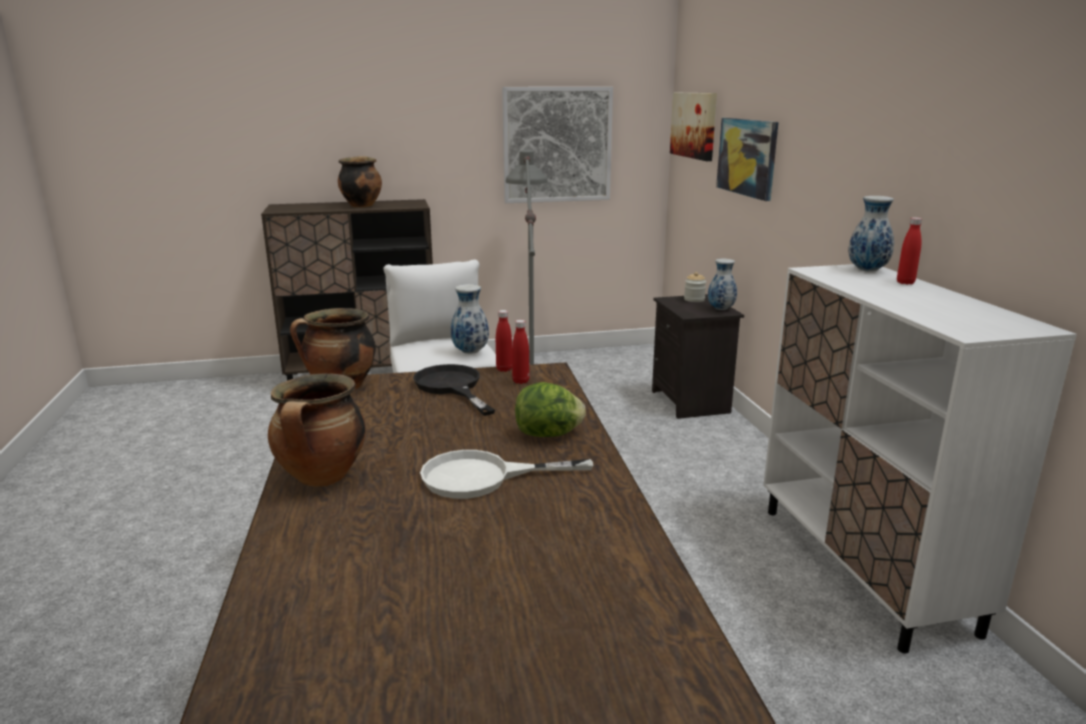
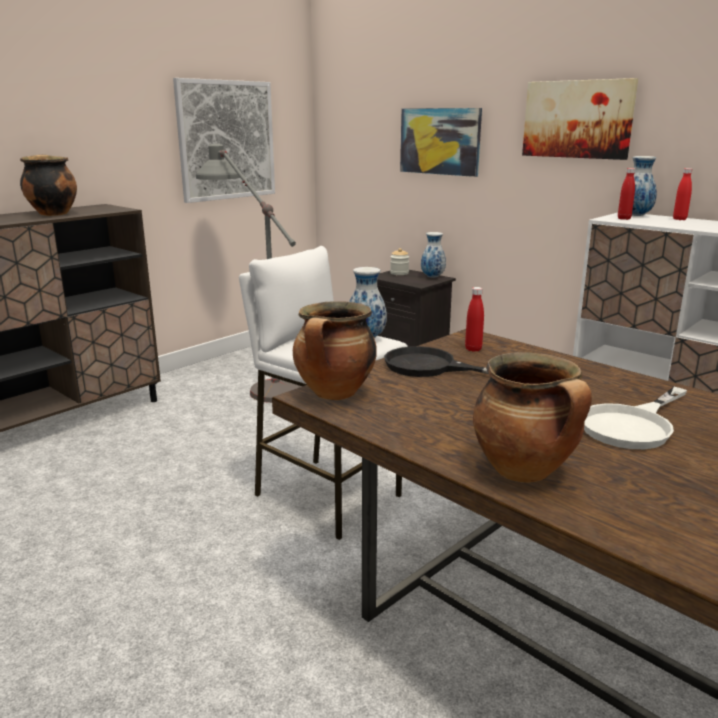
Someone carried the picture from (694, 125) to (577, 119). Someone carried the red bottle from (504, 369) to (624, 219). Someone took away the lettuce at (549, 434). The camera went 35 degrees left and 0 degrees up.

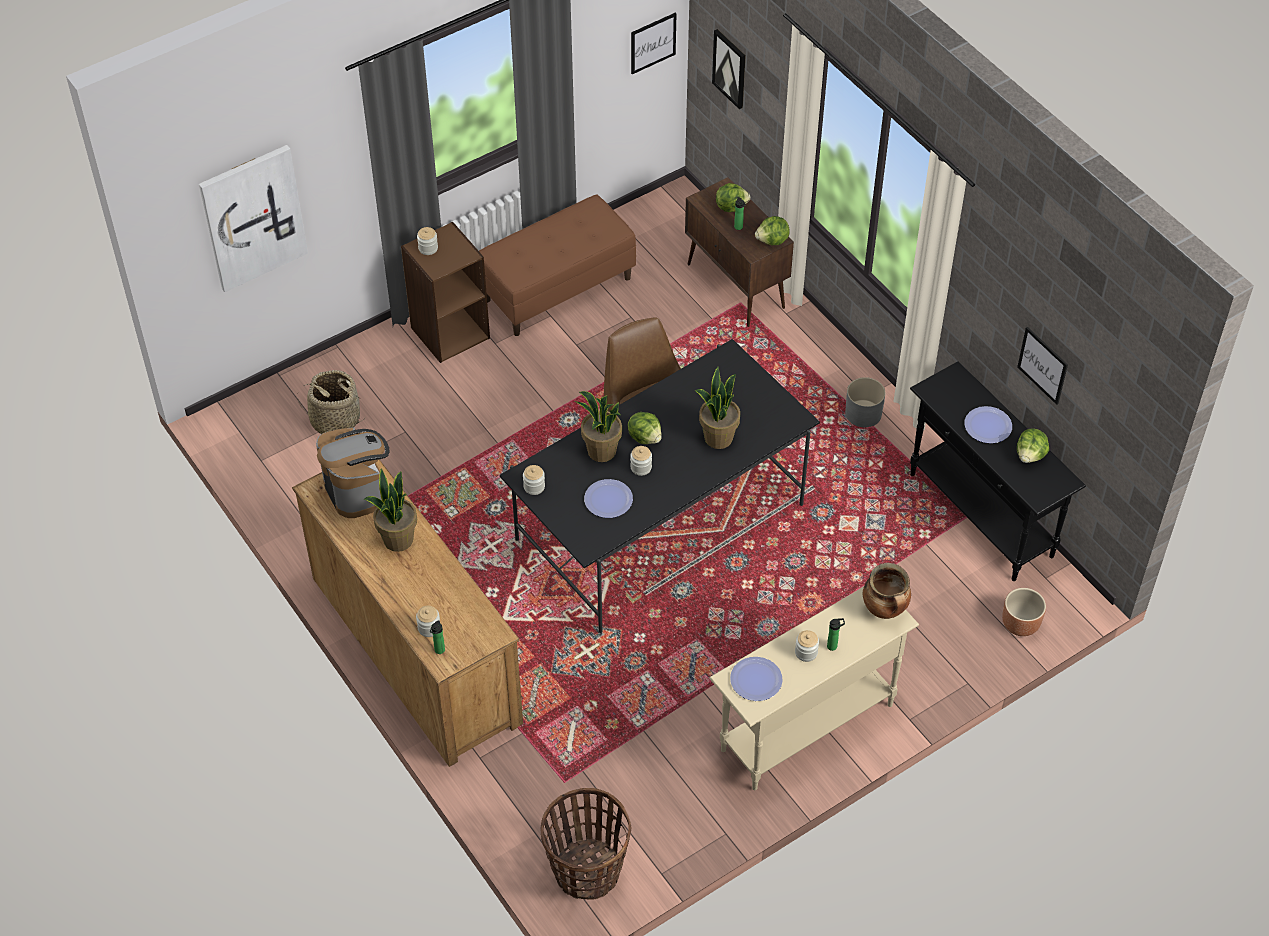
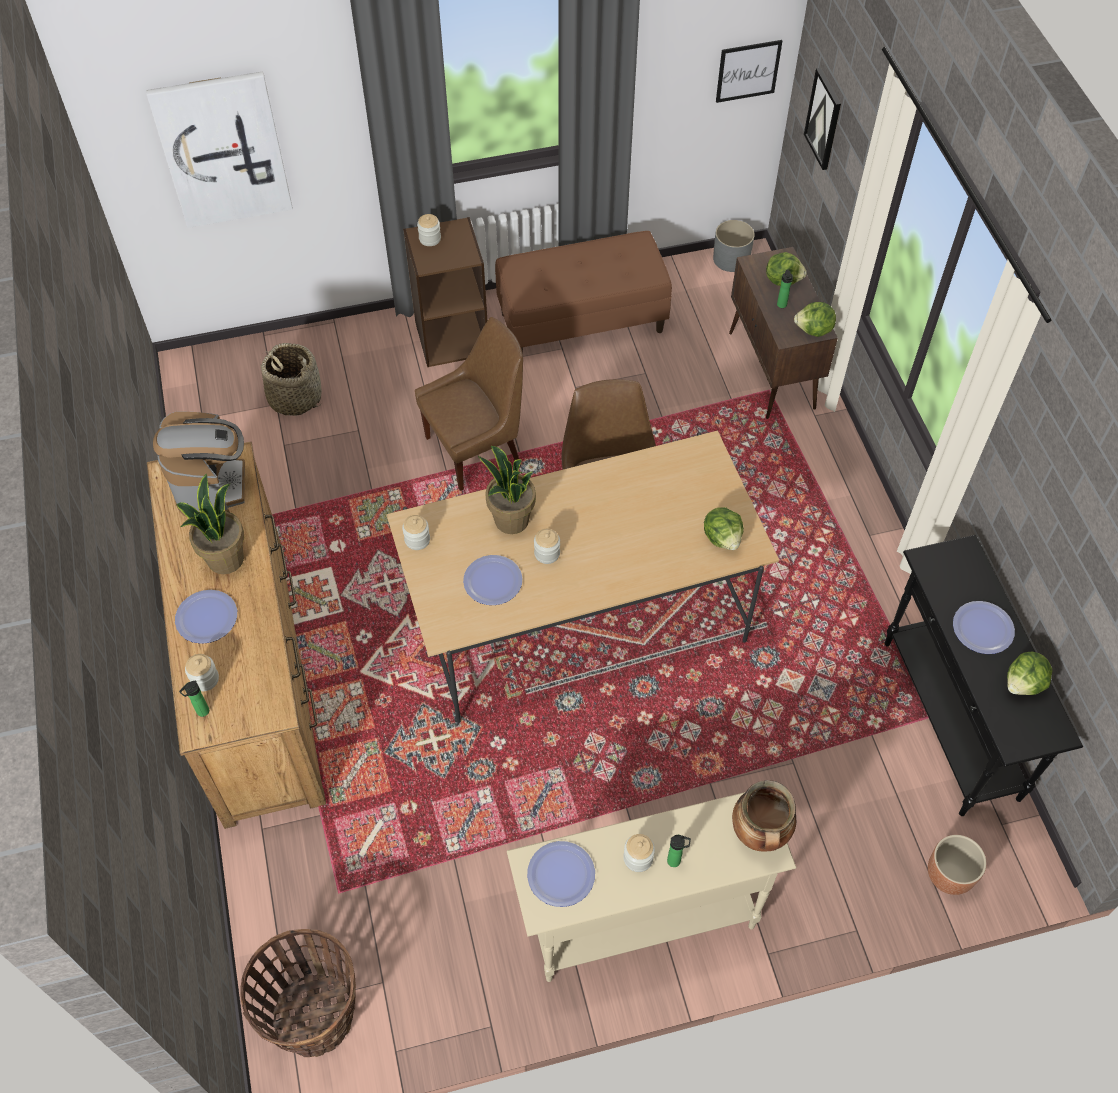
Someone put down the plate at (206, 617). Someone repainted the black dining table at (660, 522), which became the beige dining table at (578, 612). Someone put down the brown chair at (476, 449). Someone carried the lettuce from (645, 437) to (722, 538). Someone carried the grey planter from (863, 414) to (731, 258). Someone took away the potted plant at (718, 437). Someone took away the picture at (1042, 365). The camera went 20 degrees right and 5 degrees up.

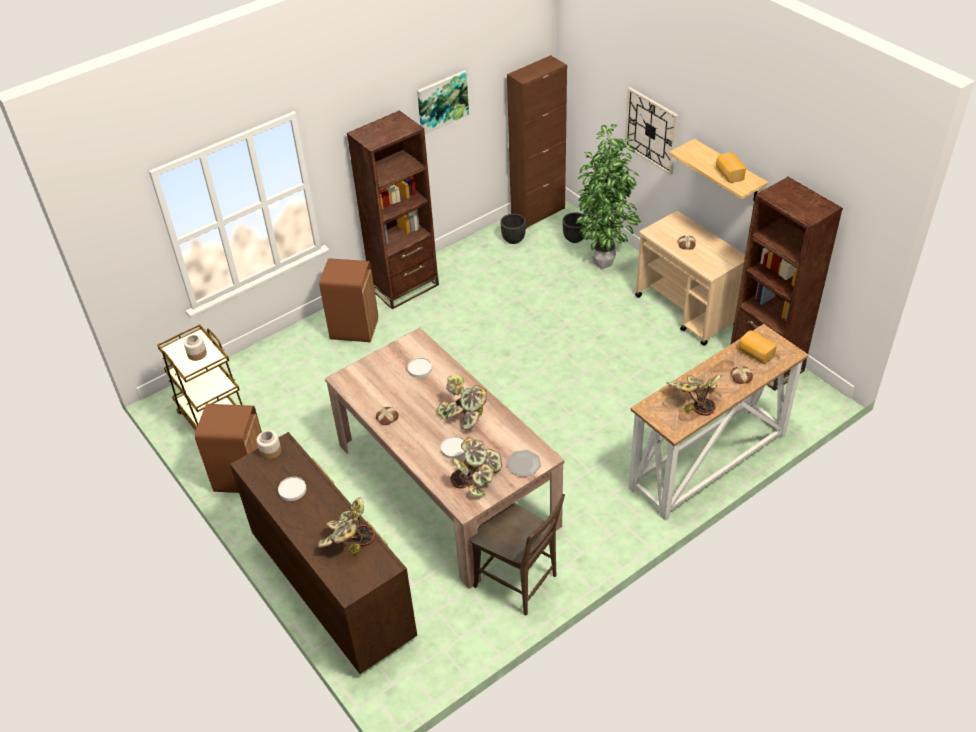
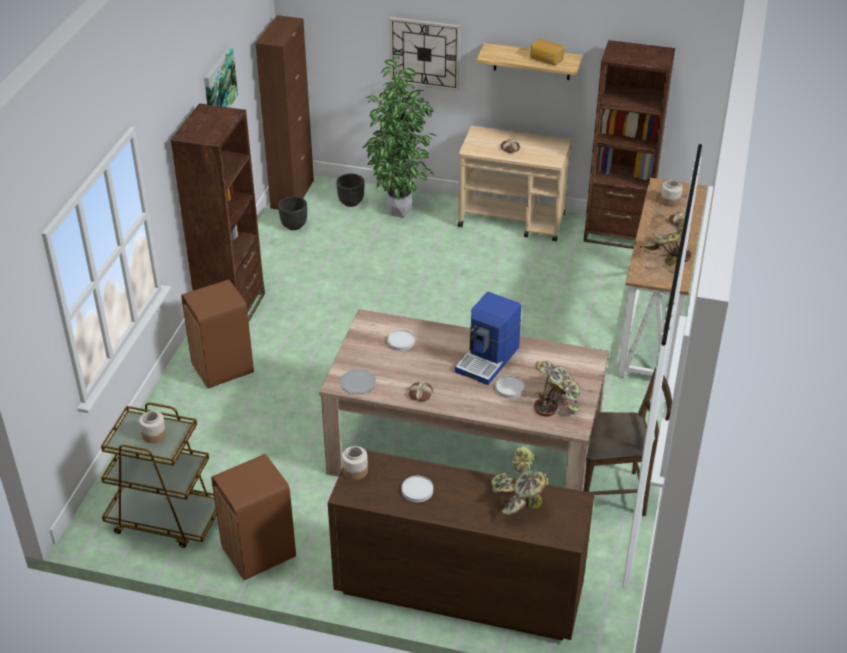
Someone carried the plate from (523, 464) to (358, 382). Someone swapped the potted plant at (465, 416) for the coffee machine at (488, 359). Someone swapped the bread at (755, 354) for the jar at (670, 201). The camera went 40 degrees left and 5 degrees down.

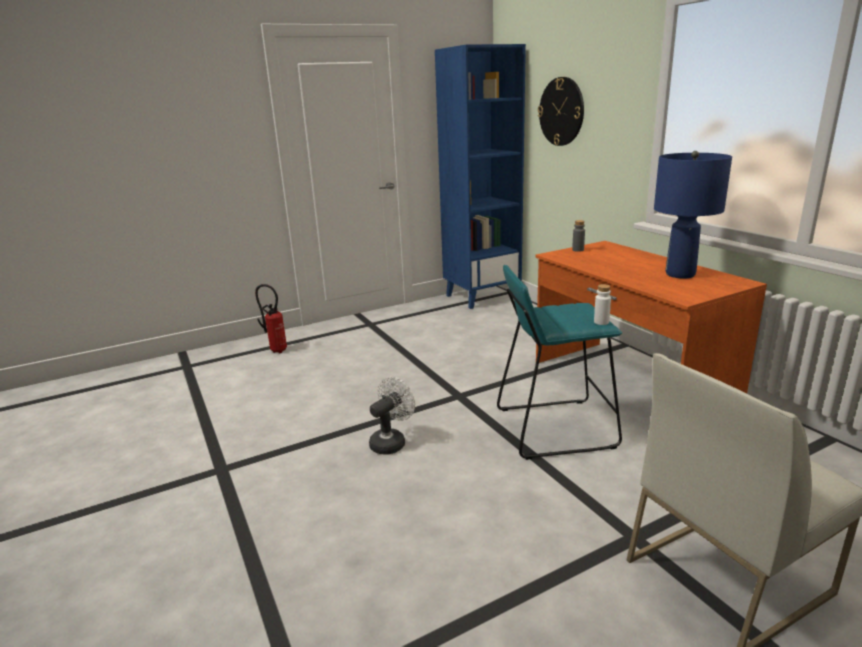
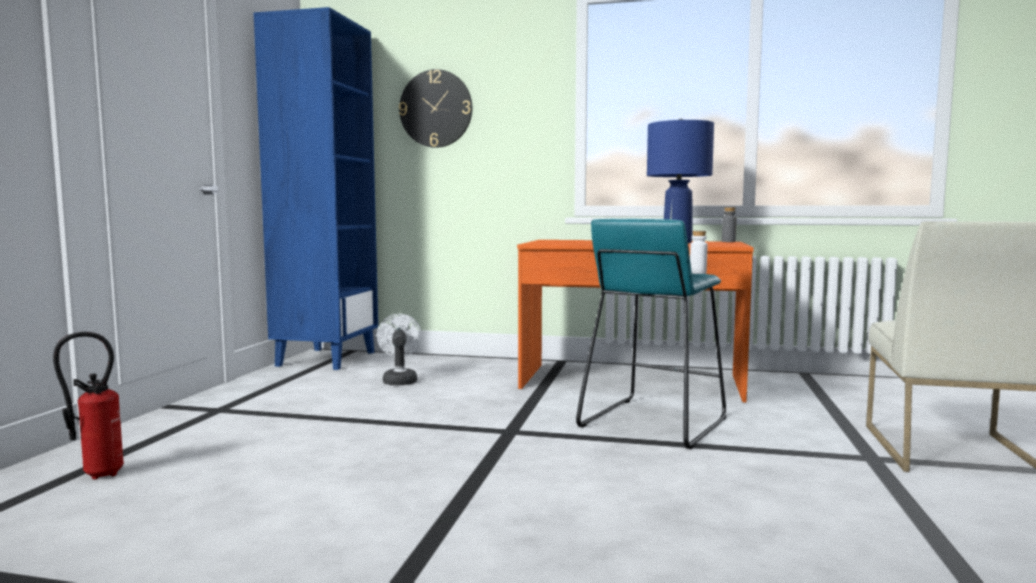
Someone carried the white fan from (391, 442) to (399, 380). Someone carried the grey bottle from (578, 250) to (728, 241). The camera went 50 degrees left and 15 degrees down.

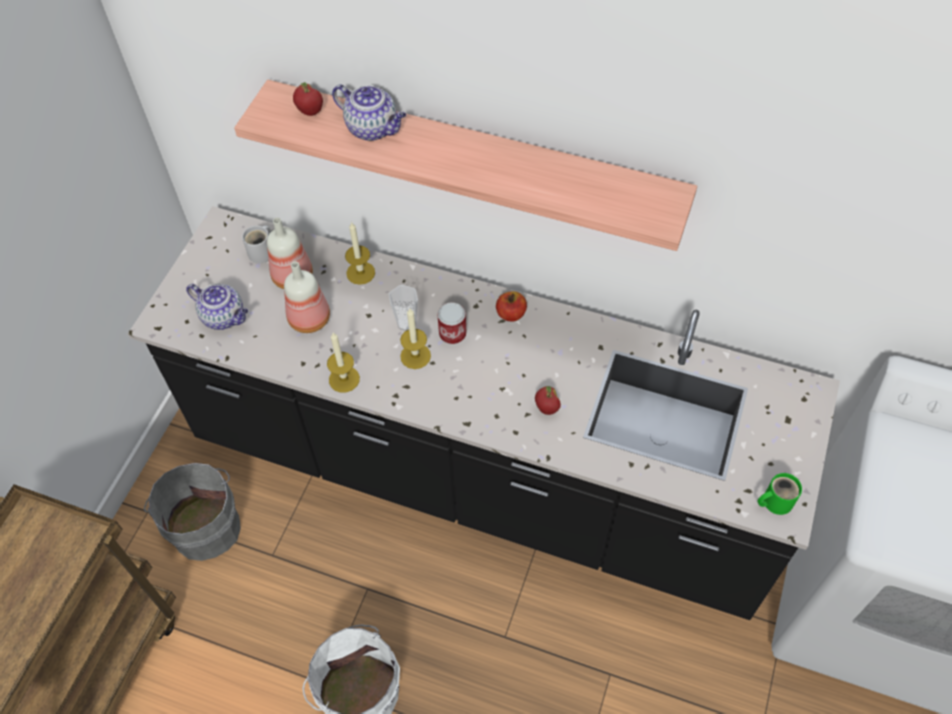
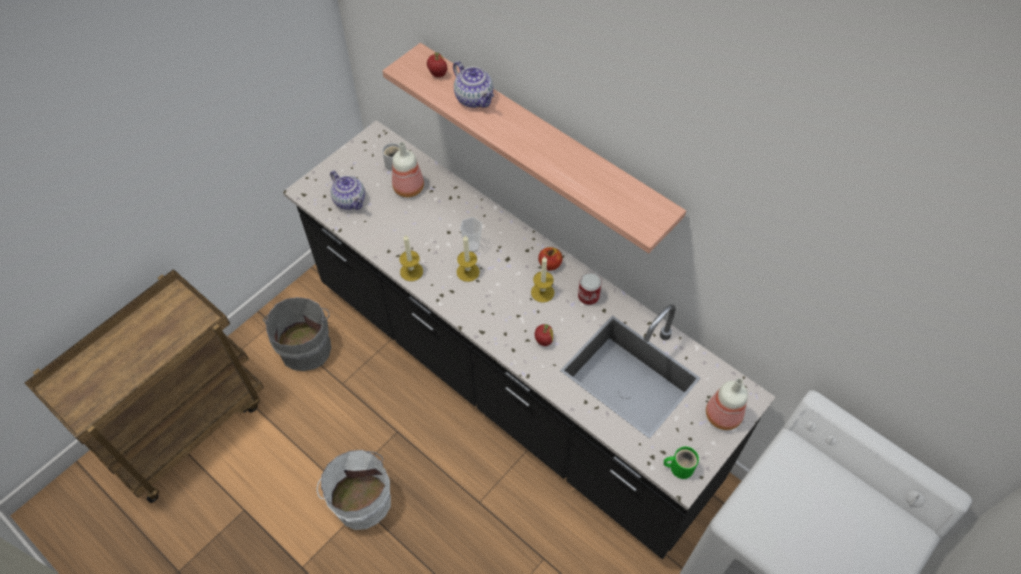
Someone carried the candle from (360, 273) to (542, 292). Someone carried the can from (452, 333) to (588, 296). Someone carried the bottle from (308, 318) to (722, 414). The camera went 20 degrees right and 0 degrees up.

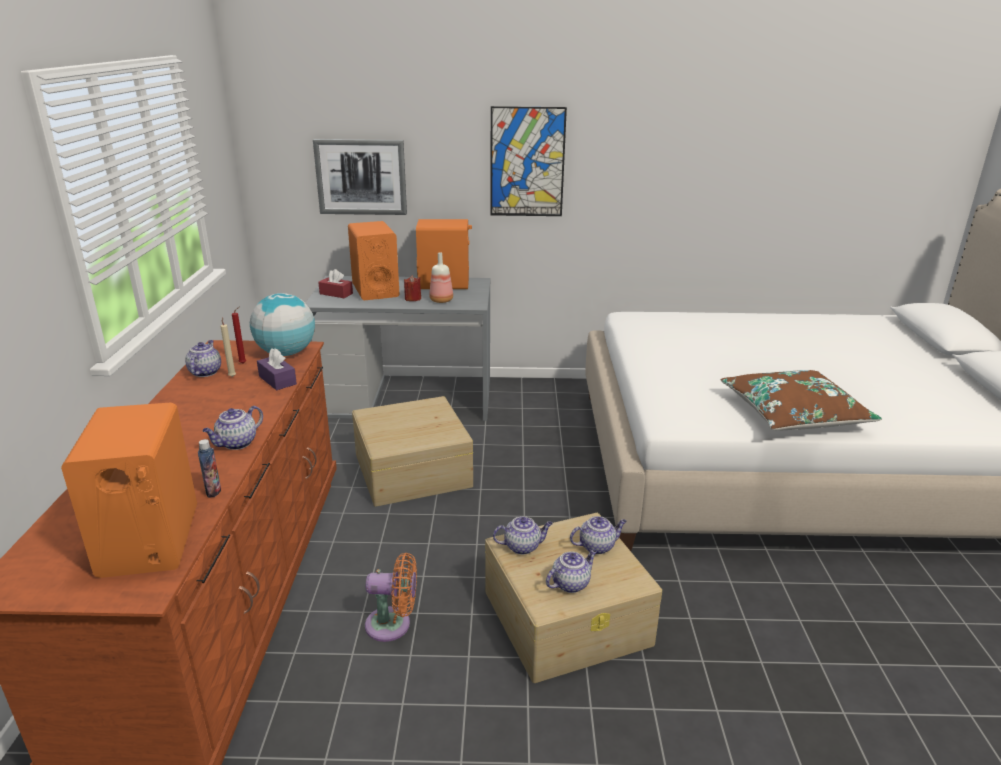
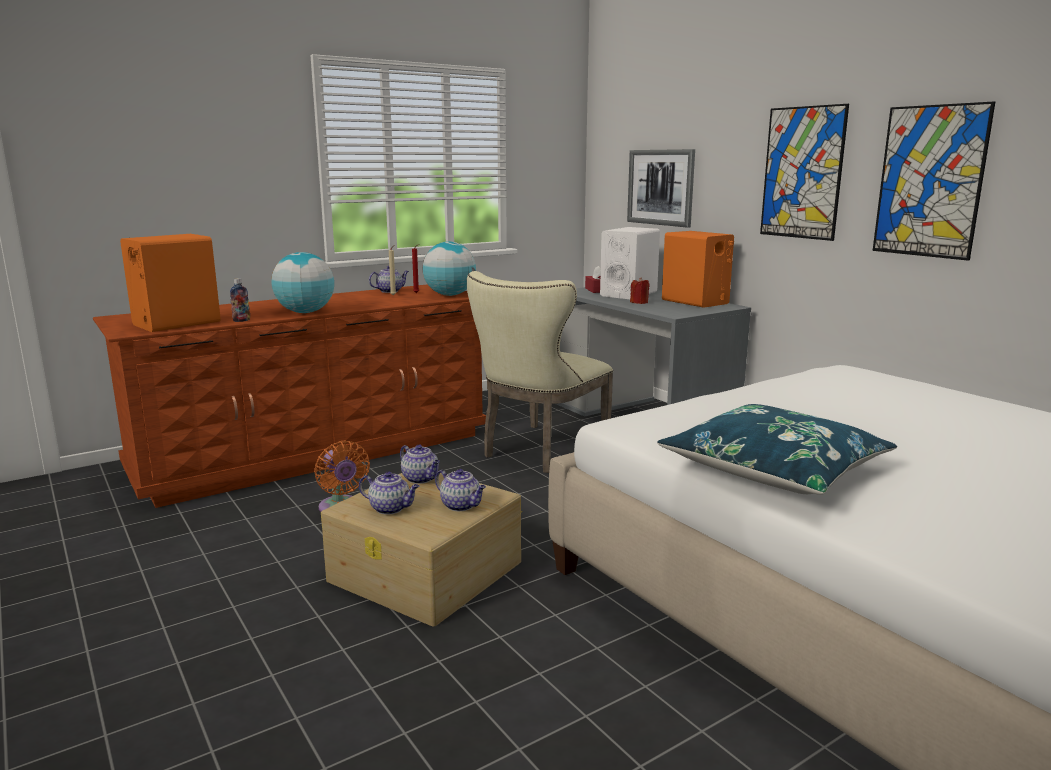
Someone swapped the teapot at (236, 443) for the globe at (305, 312). Someone swapped the beige storage box at (411, 470) for the beige chair at (539, 451). Someone repainted the orange speaker at (375, 290), which became the white speaker at (628, 294). Someone repainted the brown pillow at (793, 414), which became the blue pillow at (774, 469). Someone put up the picture at (929, 182). Someone took away the purple tissue box at (277, 380). Someone took away the bottle at (442, 300). The camera went 55 degrees right and 10 degrees down.

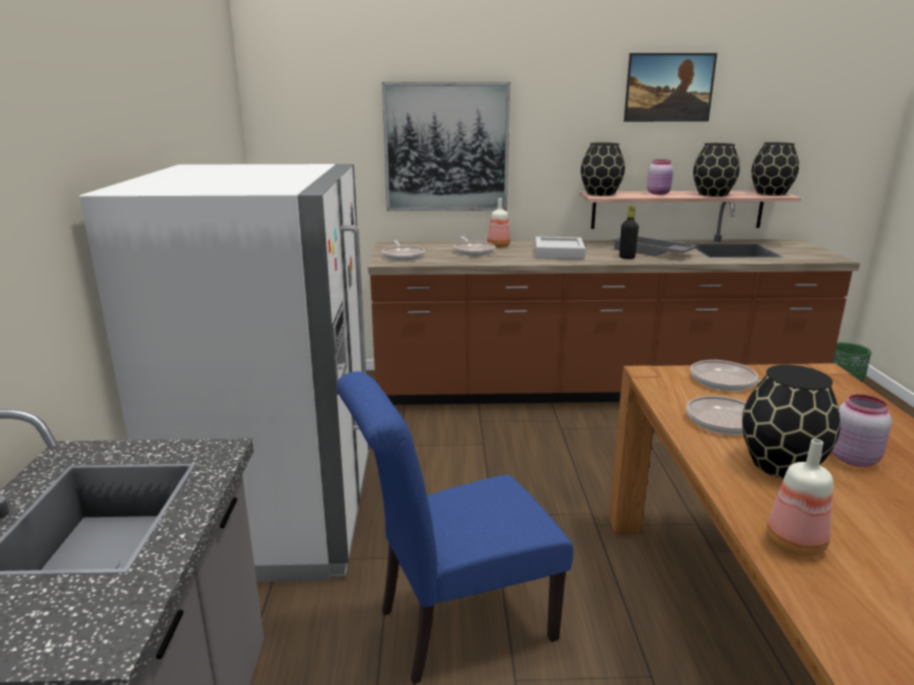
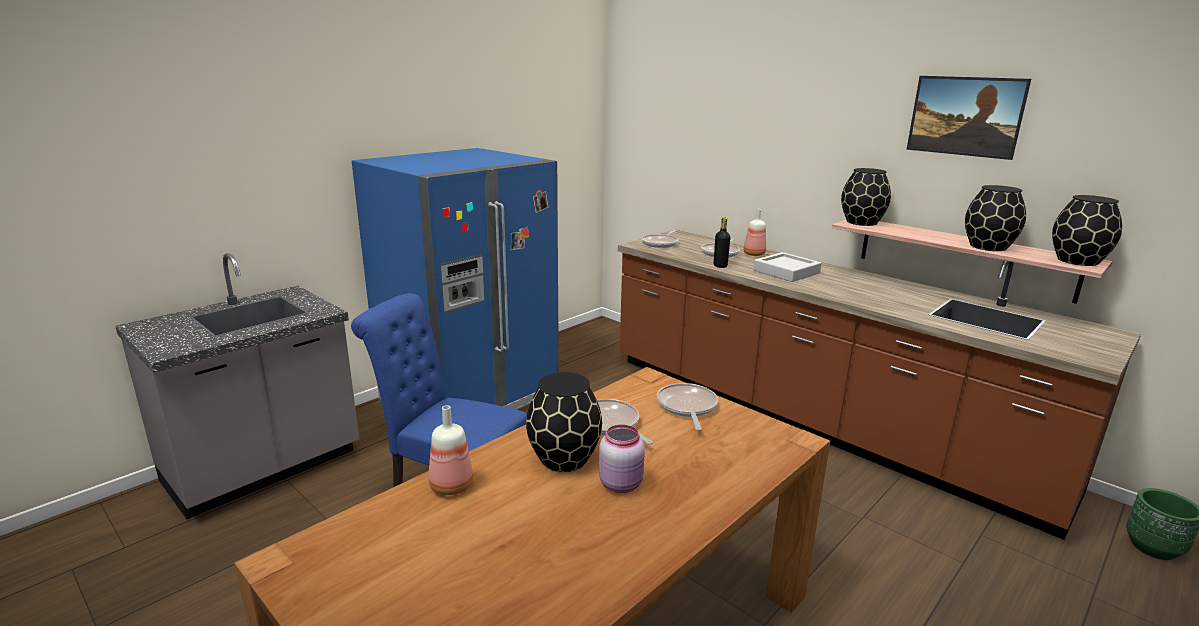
Someone repainted the white fridge at (278, 516), which became the blue fridge at (470, 397). Someone carried the black bottle from (627, 257) to (720, 266). Someone took away the picture at (446, 147). Someone took away the grey tray at (651, 252). Someone took away the pink jar at (659, 193). The camera went 45 degrees right and 0 degrees up.

